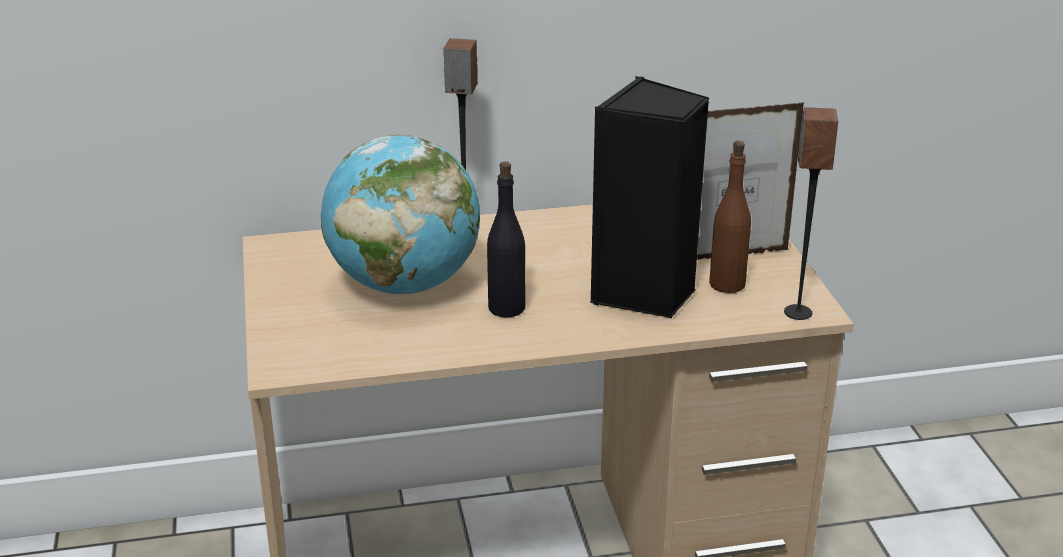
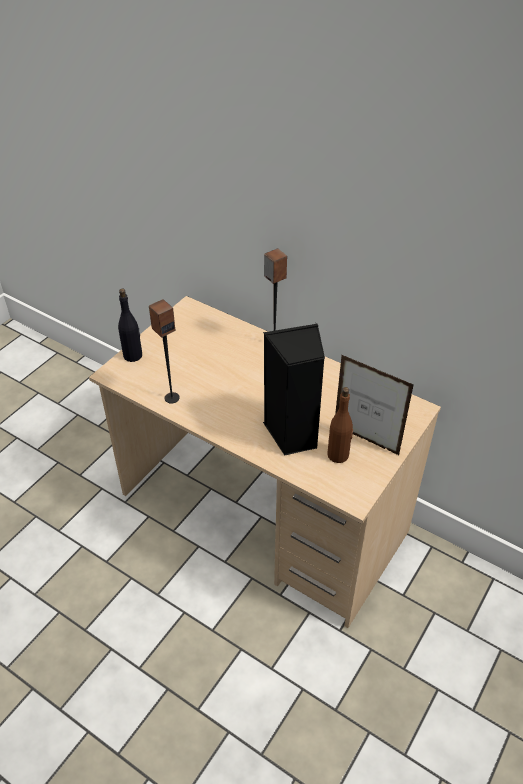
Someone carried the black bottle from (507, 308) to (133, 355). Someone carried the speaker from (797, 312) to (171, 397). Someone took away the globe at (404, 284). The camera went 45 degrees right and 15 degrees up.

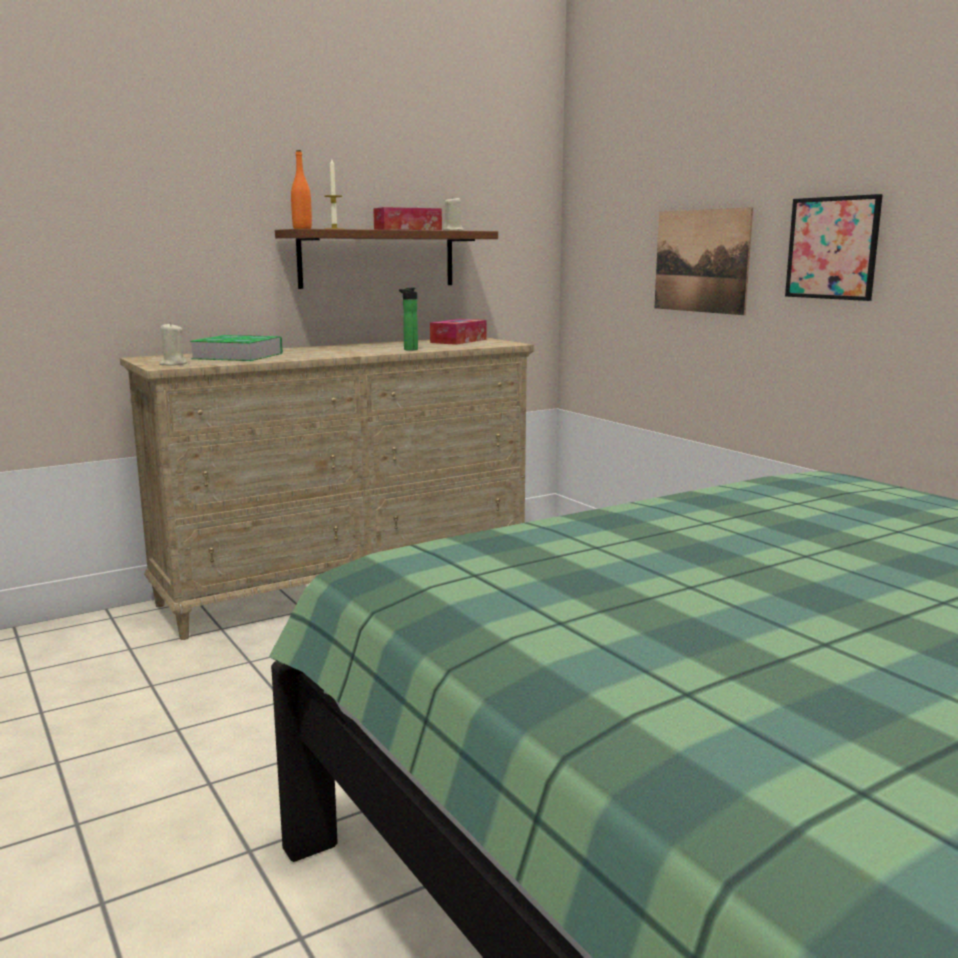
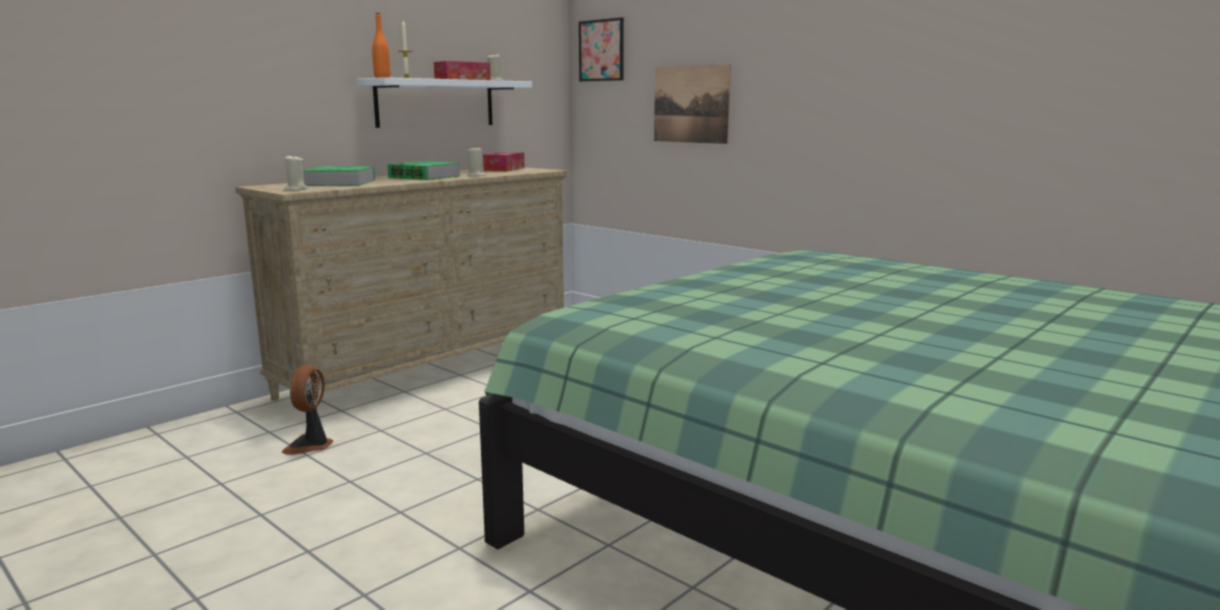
Someone put down the fan at (310, 445). Someone repainted the brown shelf at (377, 259), which became the white shelf at (436, 103). Someone put down the book at (425, 177). Someone swapped the bottle at (409, 350) for the beige candle at (476, 175). Someone carried the picture from (832, 248) to (601, 50). The camera went 15 degrees left and 0 degrees up.

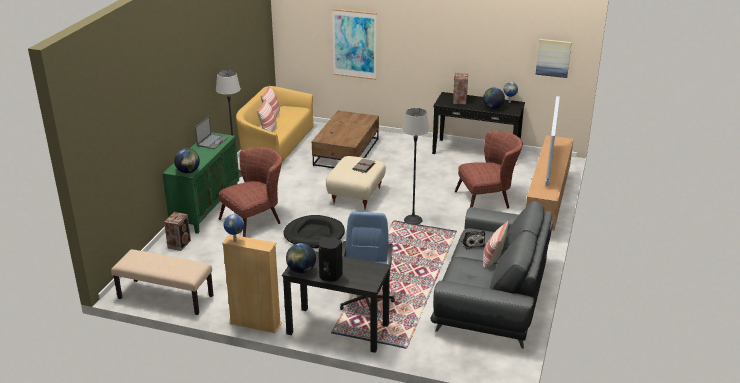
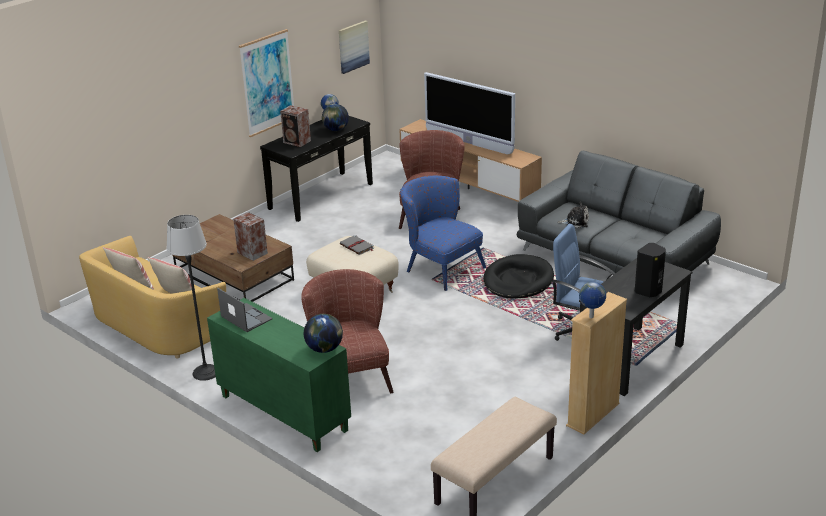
Someone carried the speaker from (180, 244) to (252, 252). Someone carried the picture from (354, 44) to (267, 83). Someone swapped the floor lamp at (413, 220) for the blue armchair at (440, 267). Someone carried the black dog bed from (314, 234) to (518, 280). Someone took away the globe at (301, 270). Someone took away the pillow at (493, 260). The camera went 65 degrees left and 0 degrees up.

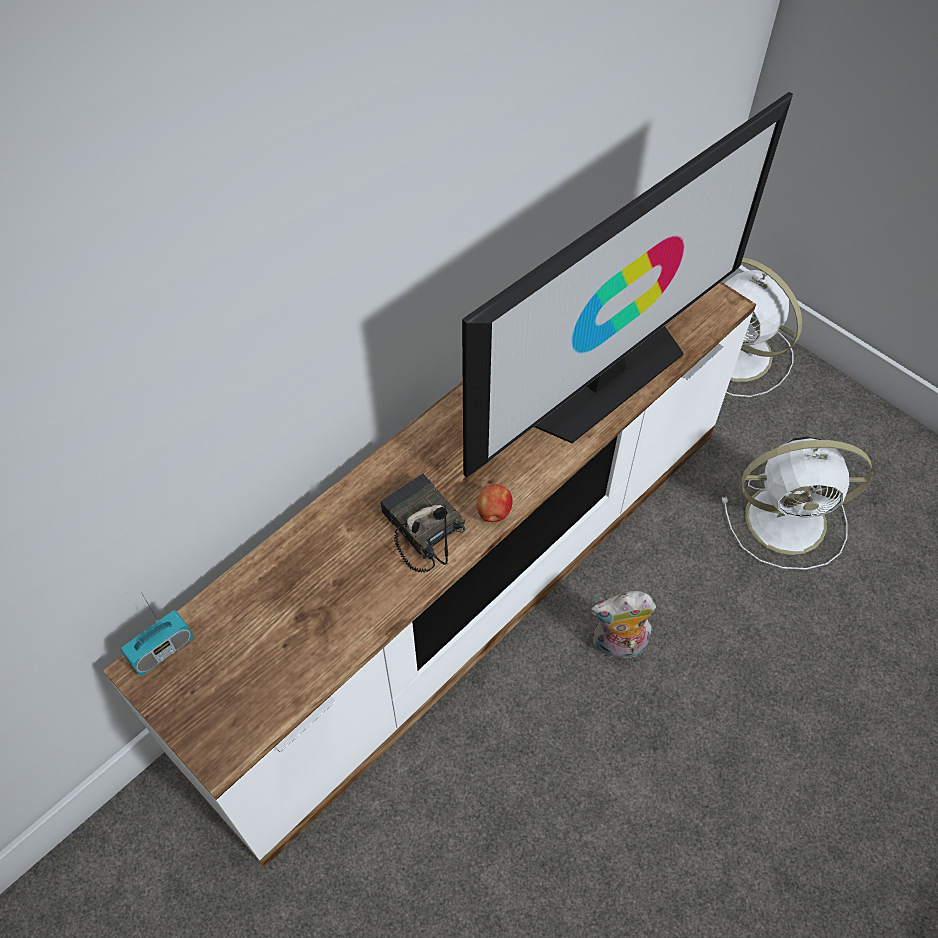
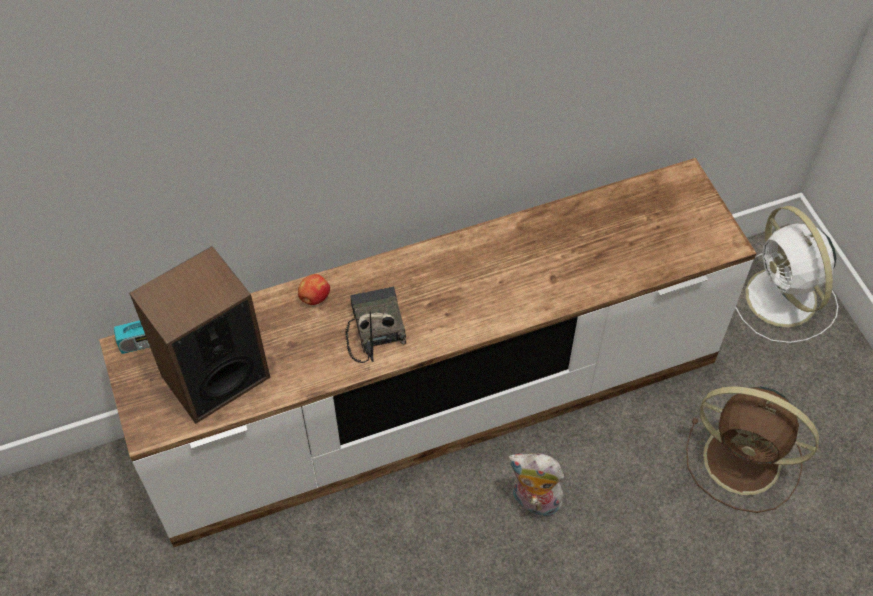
Someone put down the speaker at (215, 376). Someone carried the apple from (493, 512) to (314, 298). Someone repainted the white fan at (789, 519), which became the brown fan at (745, 461). Someone took away the television at (603, 377). The camera went 25 degrees right and 0 degrees up.

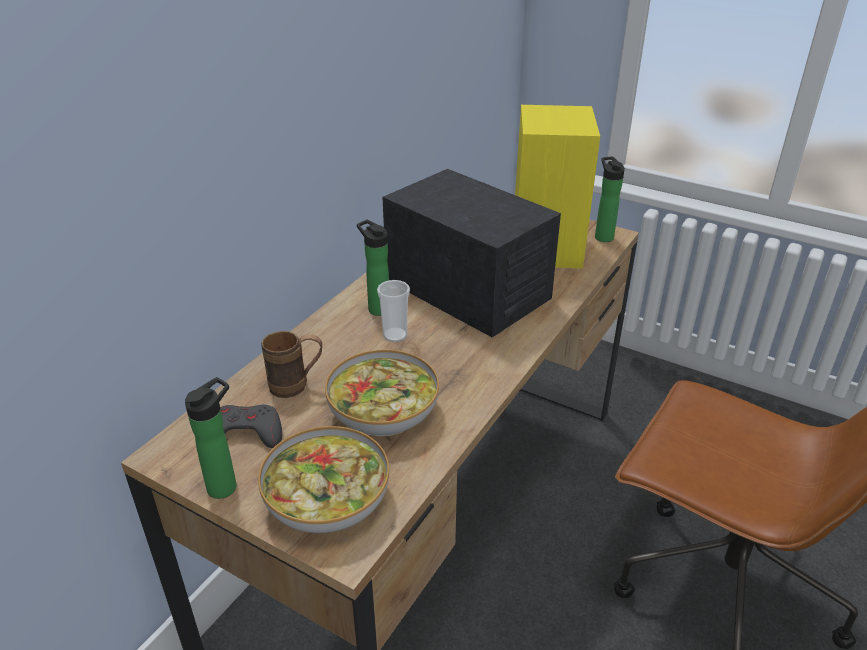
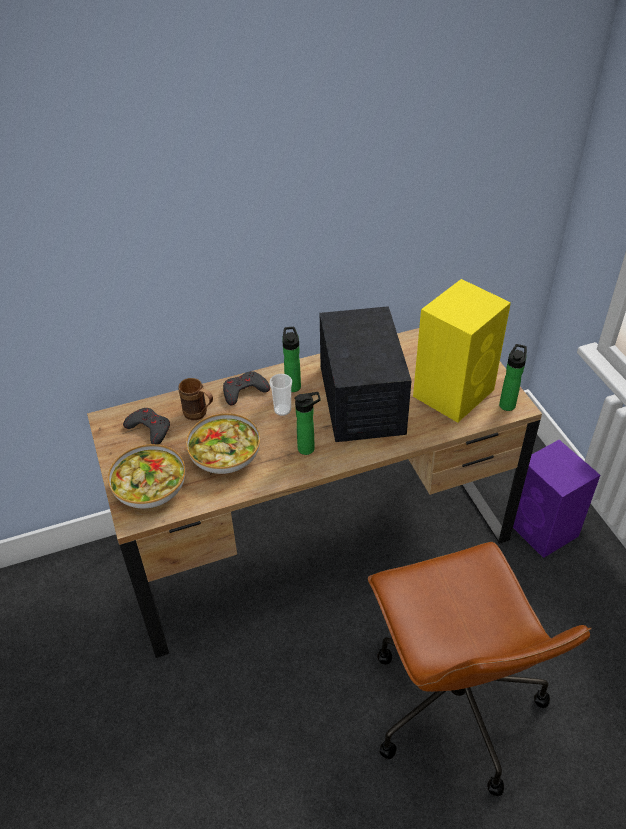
Someone put down the grey game controller at (244, 391). Someone carried the bottle from (226, 485) to (309, 448). Someone put down the purple speaker at (543, 530). The camera went 40 degrees right and 10 degrees up.

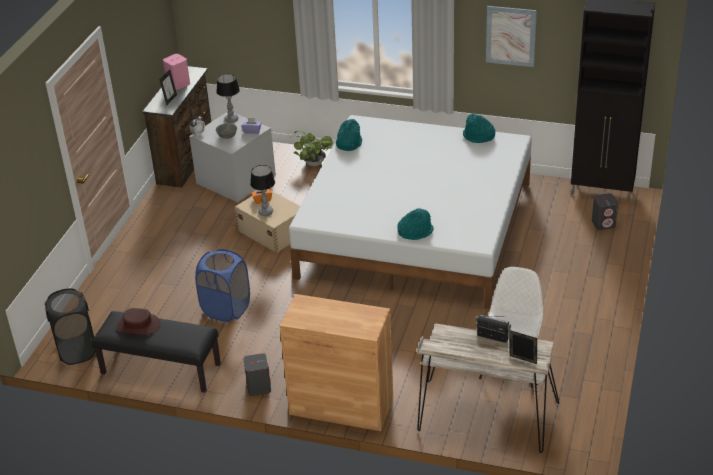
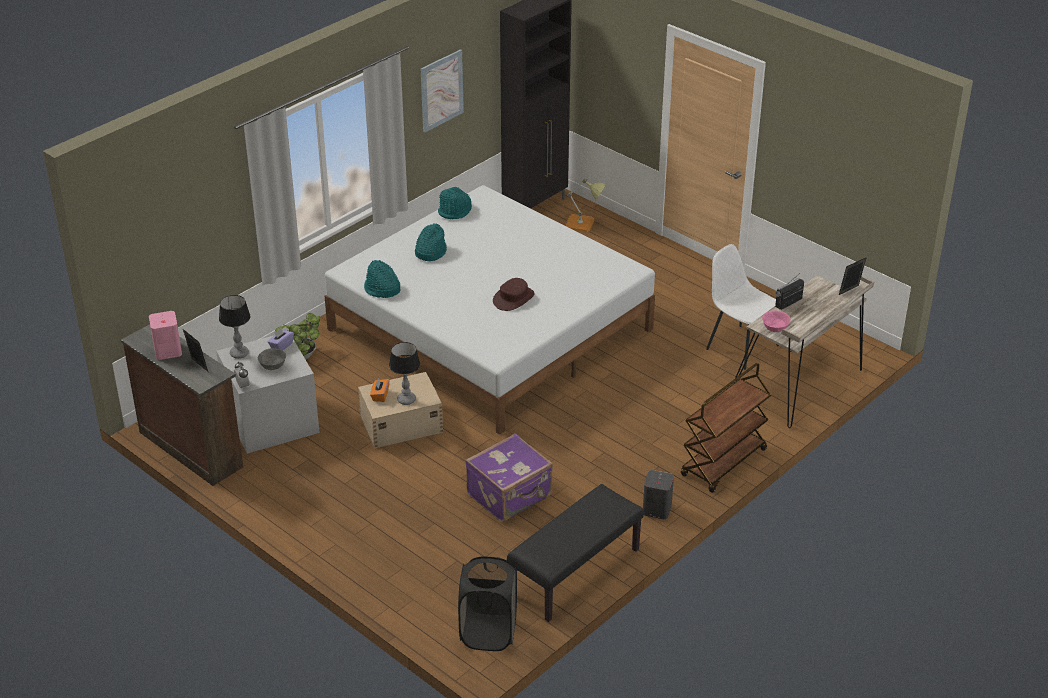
Someone carried the turquoise hat from (415, 231) to (430, 252). Someone swapped the blue laundry basket at (226, 309) for the purple suitcase at (510, 496). Someone carried the brown hat from (138, 326) to (513, 298). Someone swapped the grey speaker at (603, 224) for the table lamp at (584, 224). Someone swapped the brown cabinet at (341, 406) for the brown cart at (724, 463). Someone put down the pink bowl at (775, 328). The camera went 65 degrees left and 0 degrees up.

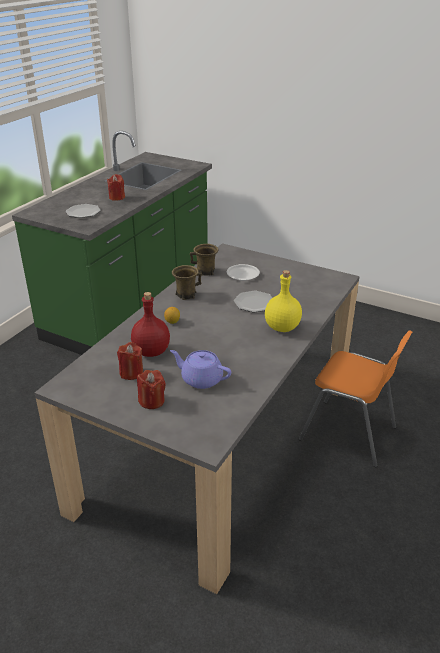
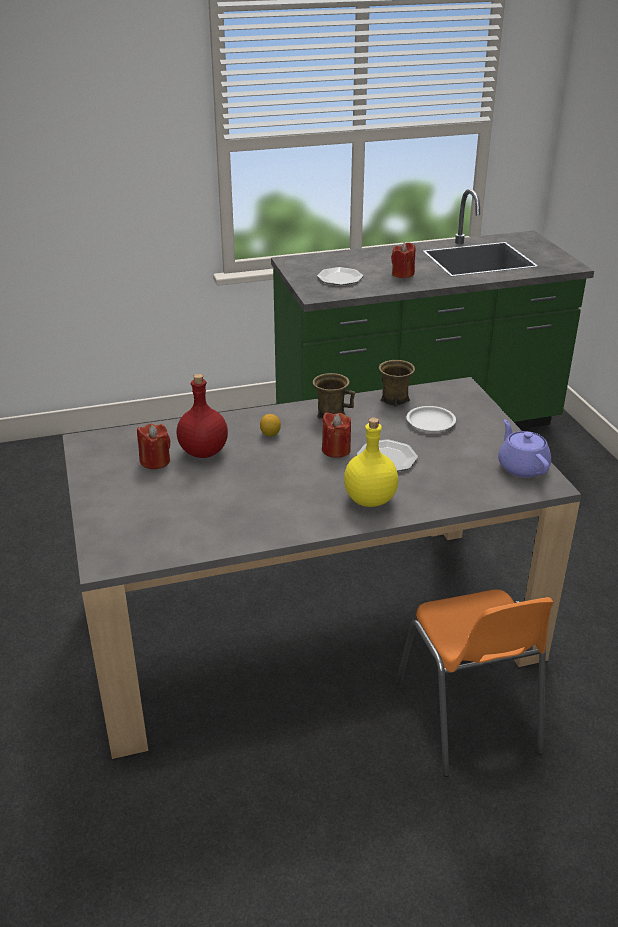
Someone carried the red candle from (152, 401) to (336, 450). Someone carried the purple teapot from (201, 379) to (522, 466). The camera went 45 degrees right and 0 degrees up.

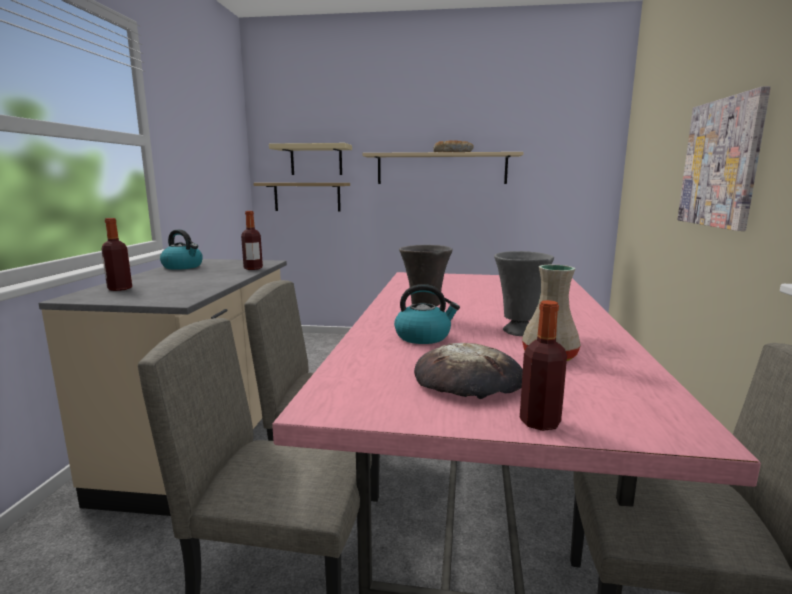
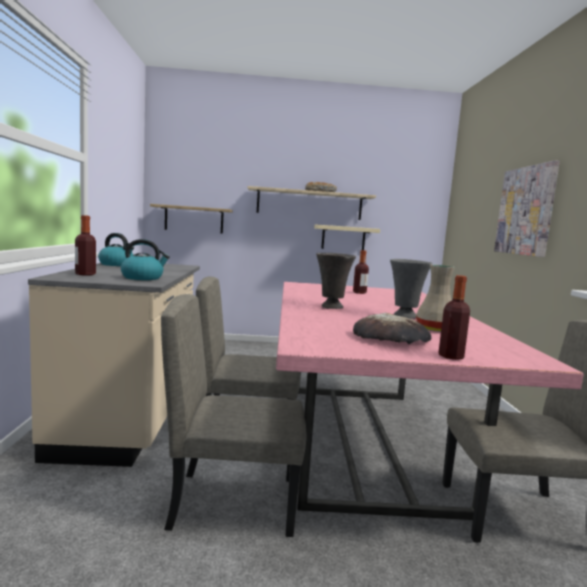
Someone carried the kettle from (423, 337) to (143, 278). Someone carried the beige shelf from (316, 160) to (343, 238). Someone carried the bottle from (253, 268) to (359, 292). The camera went 10 degrees left and 5 degrees down.

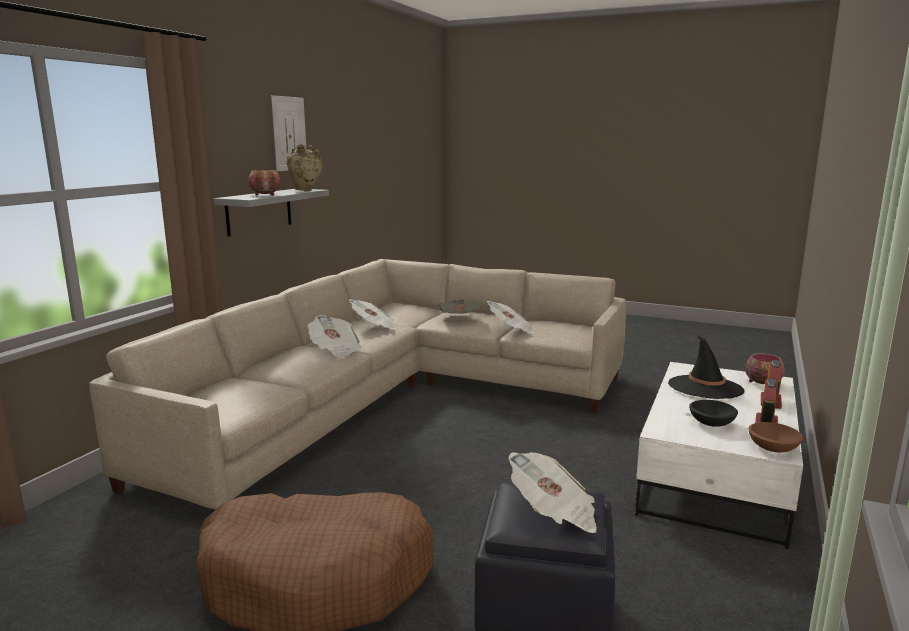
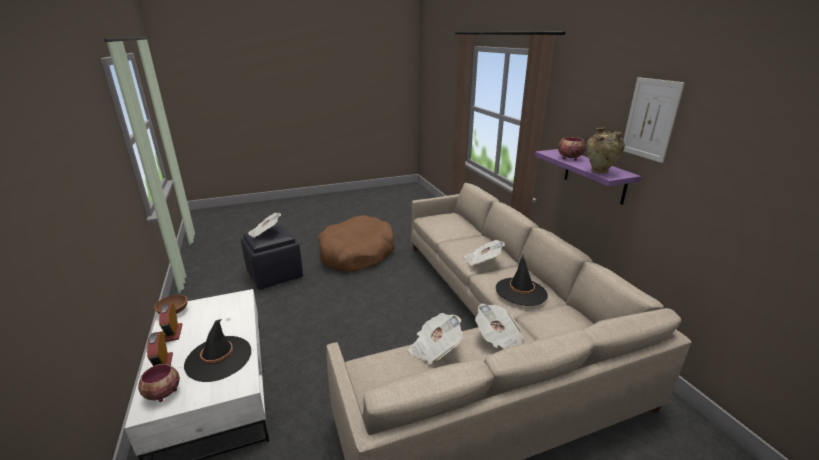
Someone swapped the newspaper at (374, 326) for the black hat at (521, 292). Someone repainted the grey shelf at (259, 211), which became the purple shelf at (594, 176). Someone took away the black bowl at (712, 423). The camera went 135 degrees right and 10 degrees up.

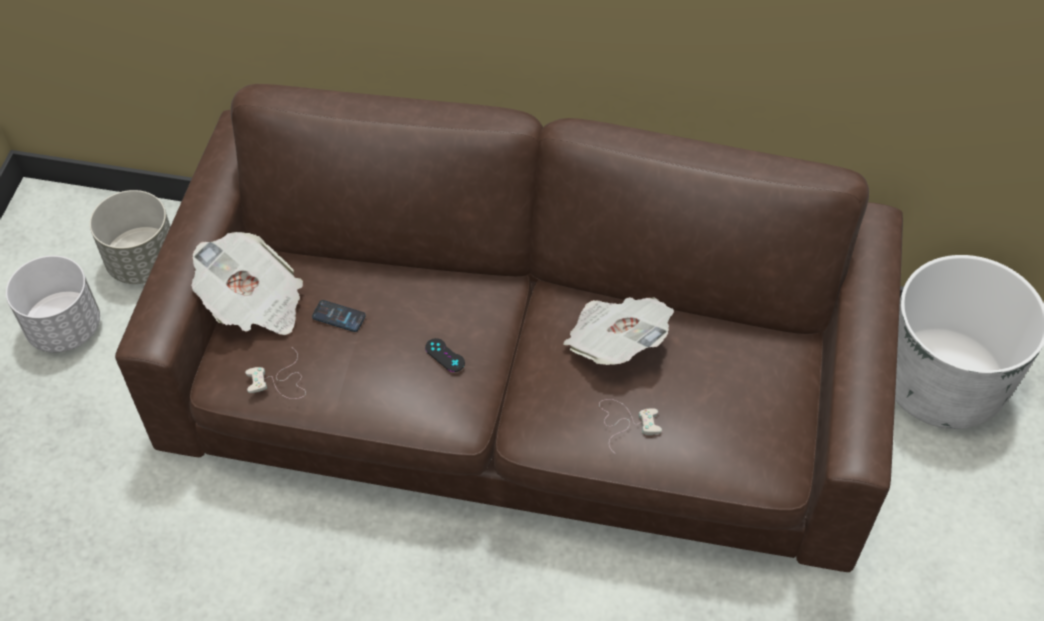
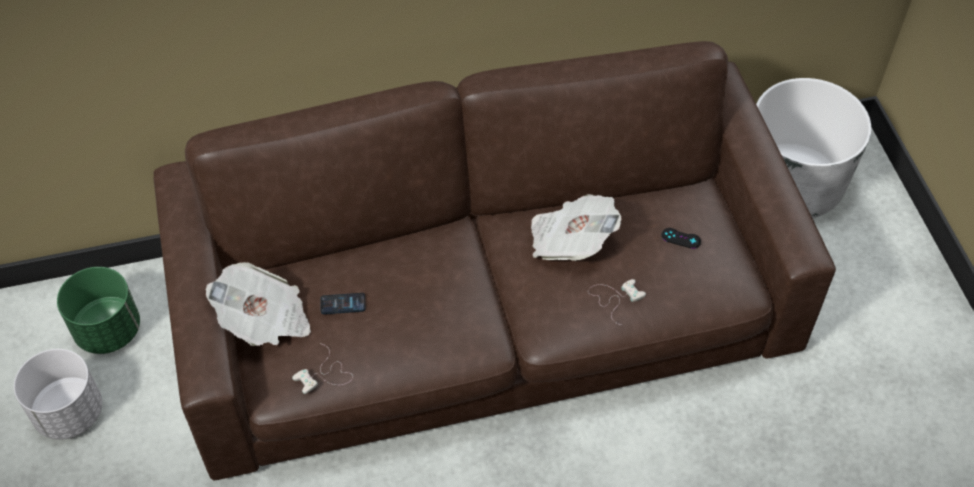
Someone repainted the grey planter at (143, 261), which became the green planter at (108, 329). Someone carried the black game controller from (445, 355) to (681, 238). The camera went 25 degrees left and 0 degrees up.

